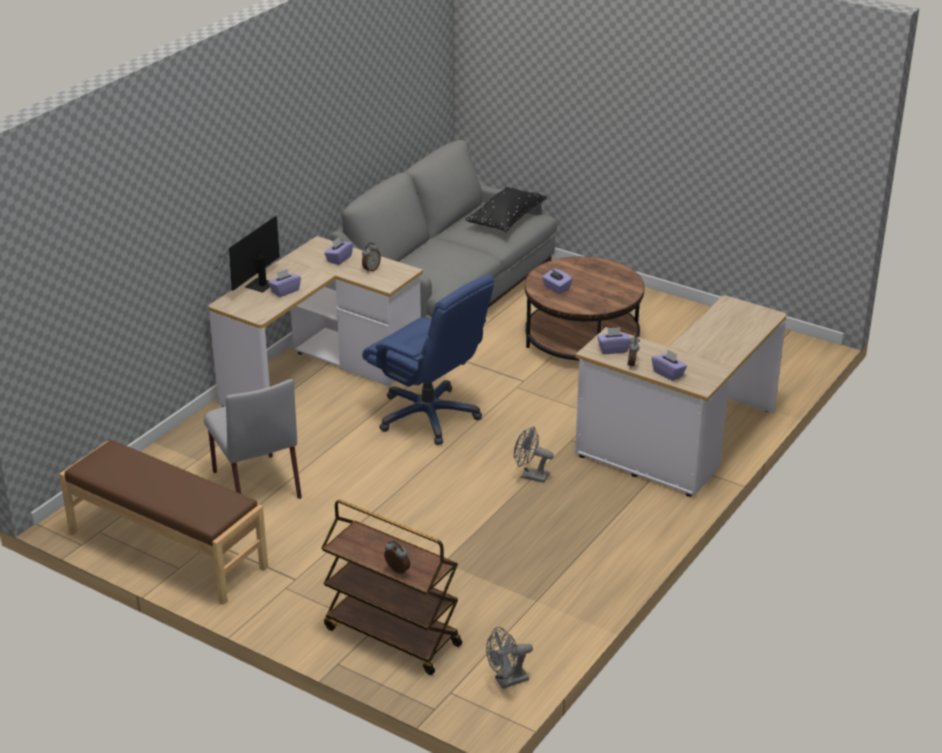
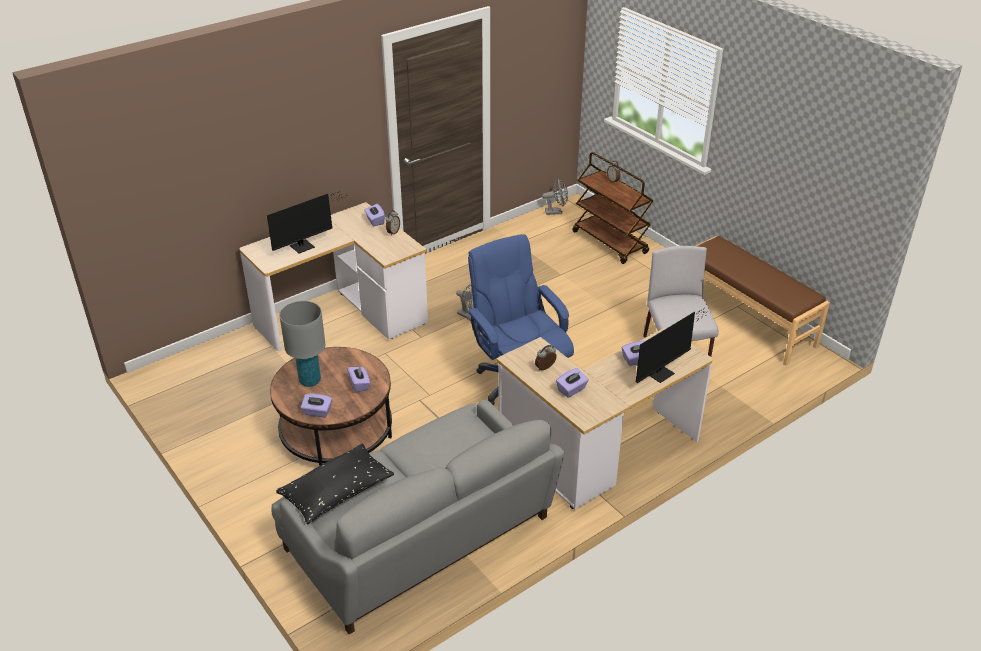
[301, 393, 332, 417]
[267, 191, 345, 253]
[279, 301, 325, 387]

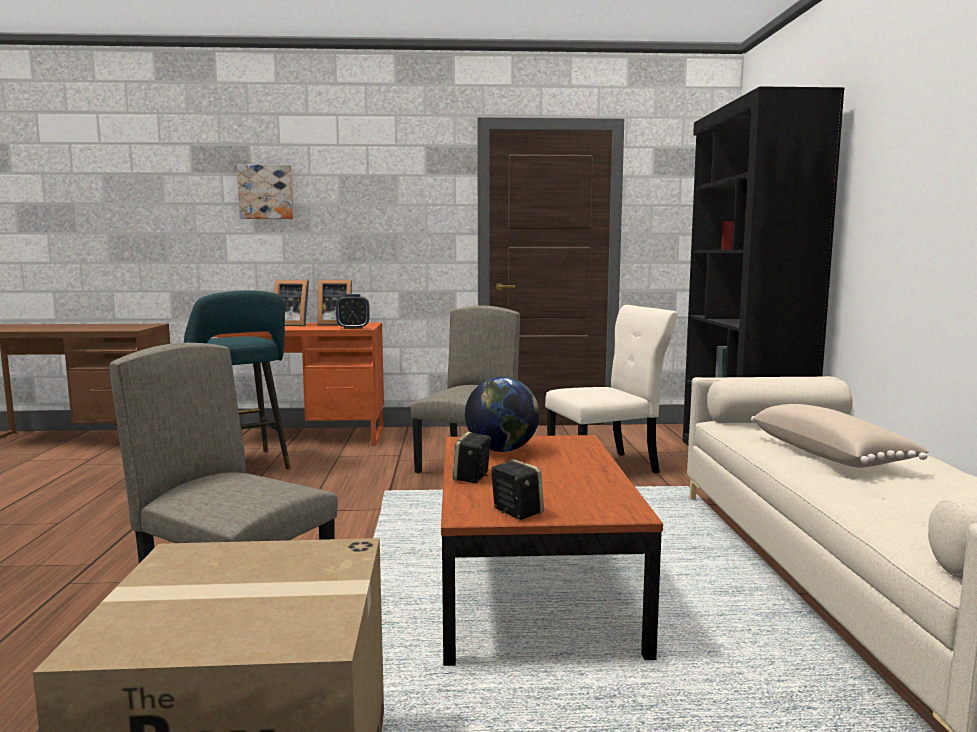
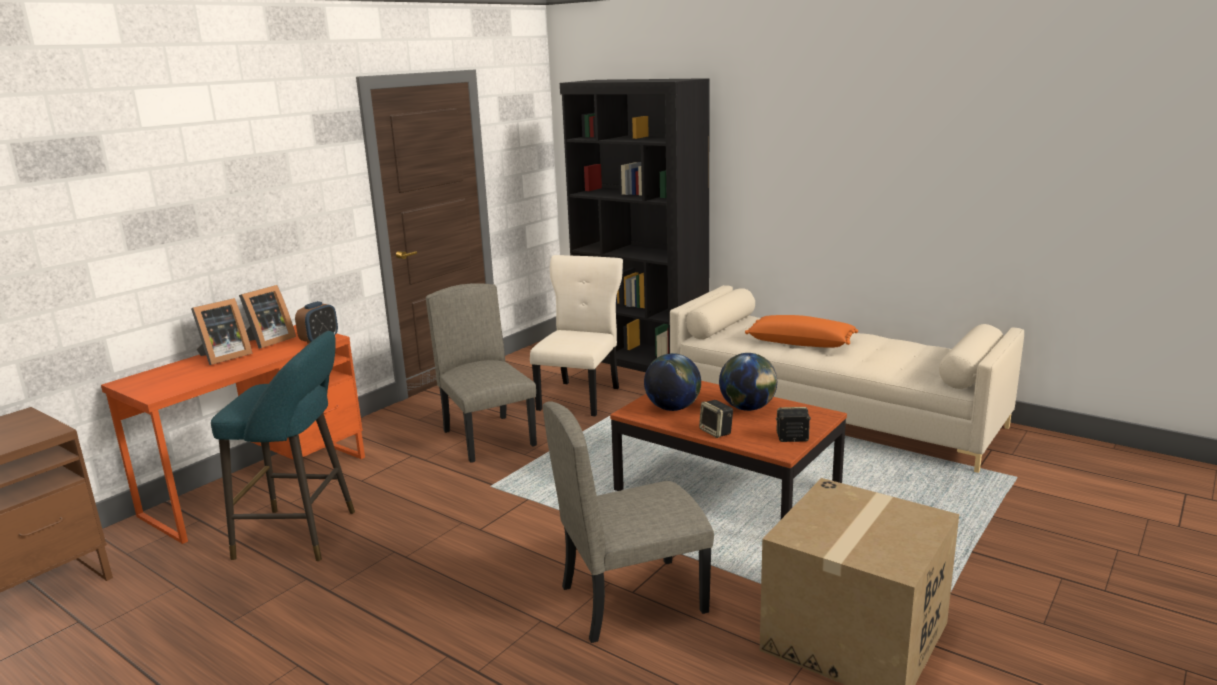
[237, 165, 294, 219] (first image)
[745, 315, 858, 348]
[719, 353, 777, 411]

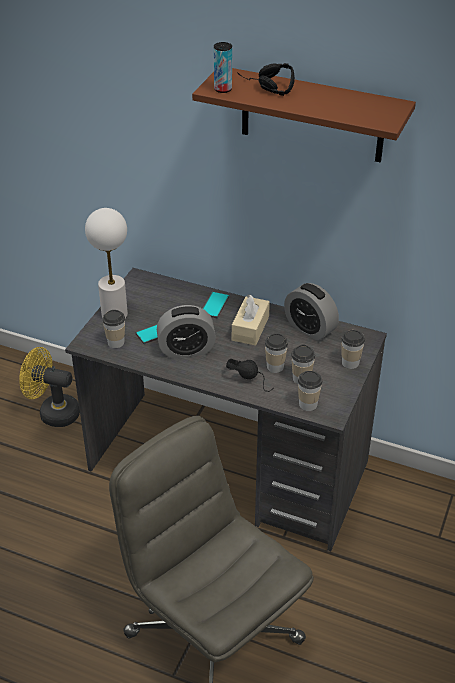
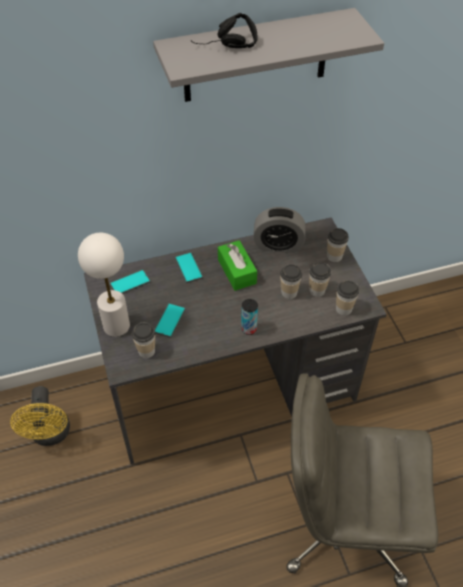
[241, 299, 258, 335]
[153, 8, 384, 102]
[218, 240, 257, 291]
[157, 305, 216, 358] (first image)
[10, 386, 70, 446]
[226, 359, 274, 392] (first image)
[109, 270, 150, 294]

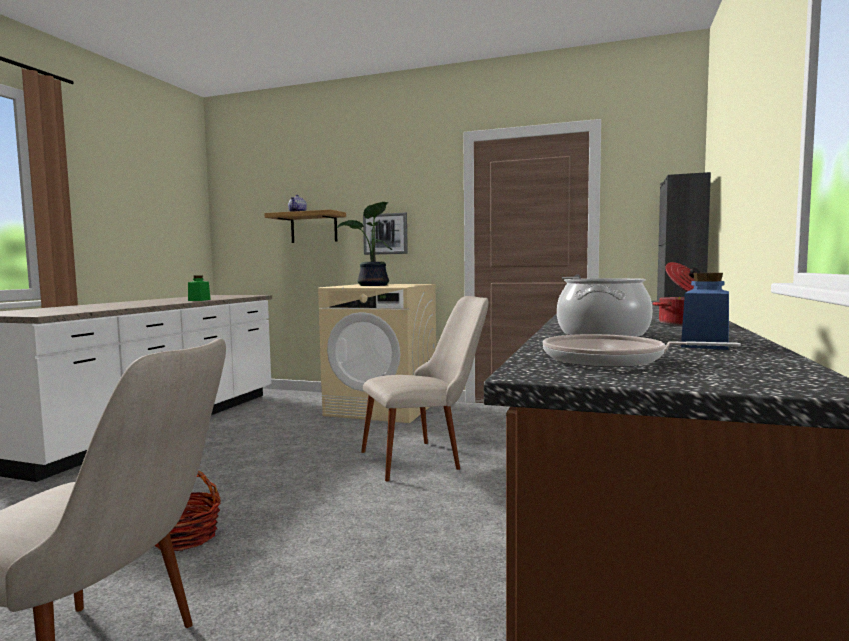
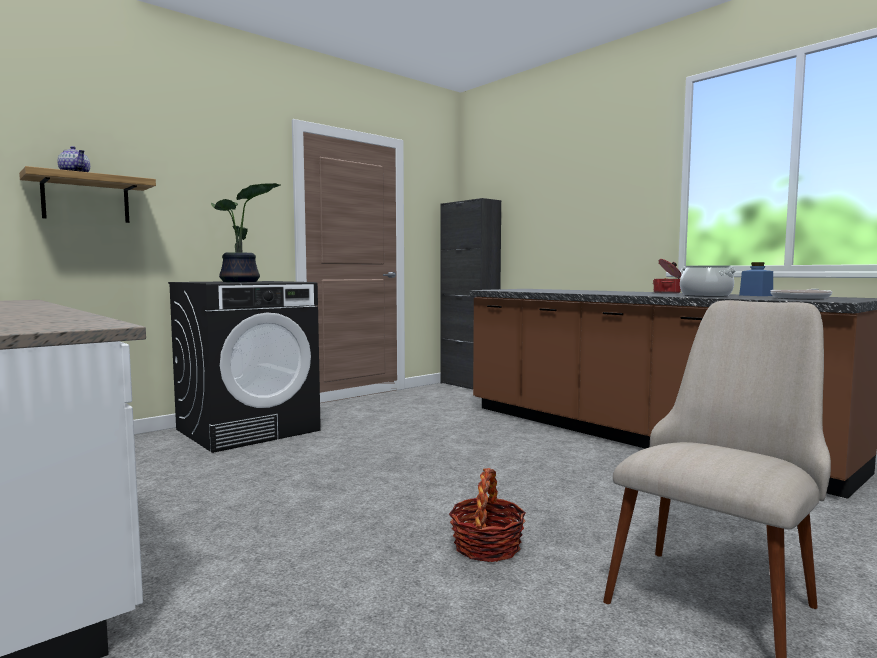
[363, 213, 408, 255] (first image)
[188, 275, 211, 301] (first image)
[168, 281, 321, 453]
[361, 296, 489, 481] (first image)

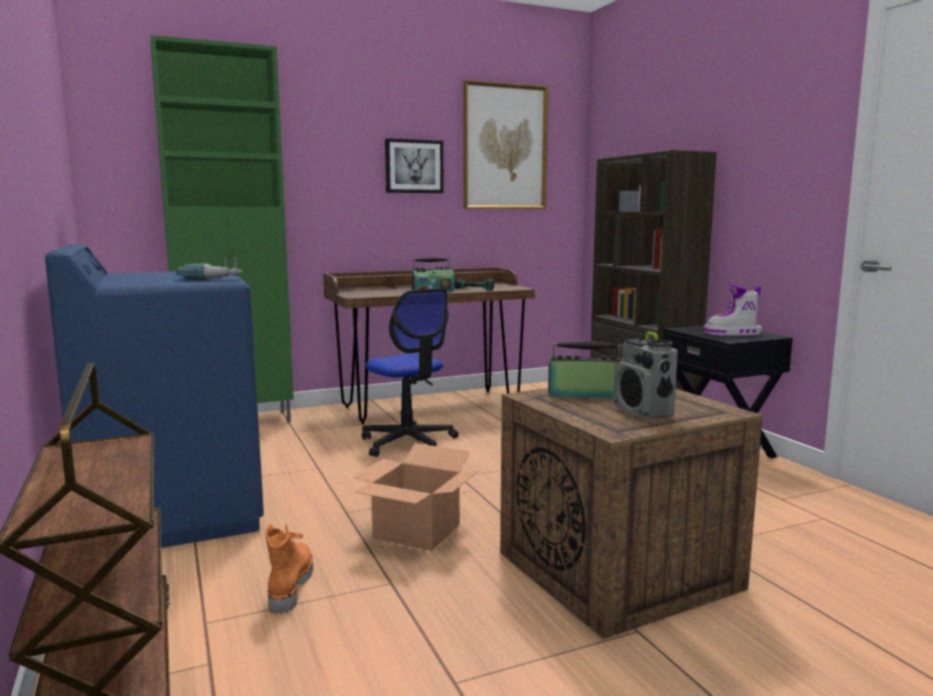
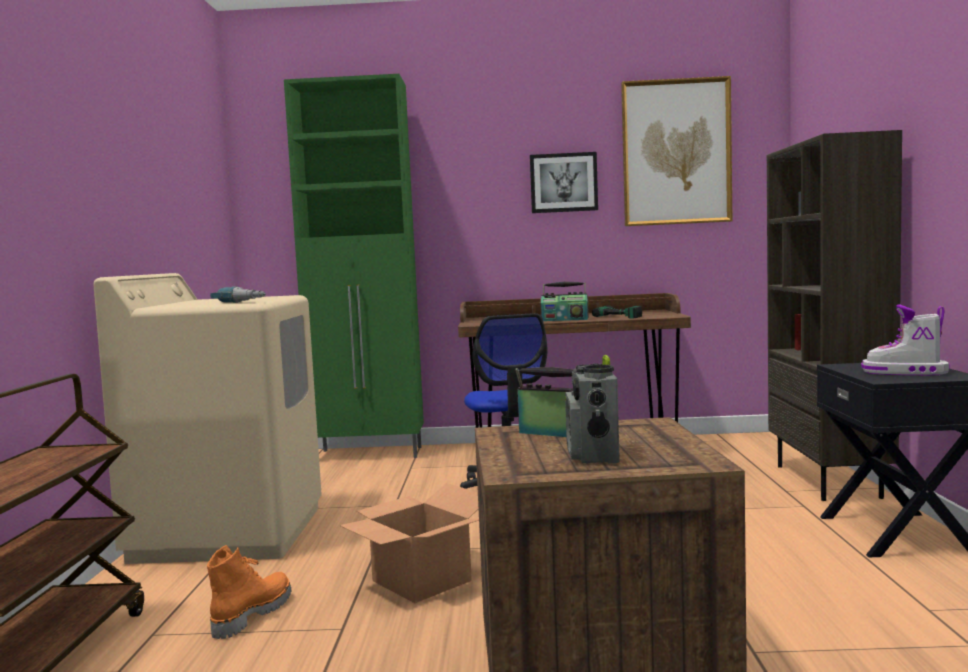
[93, 273, 322, 564]

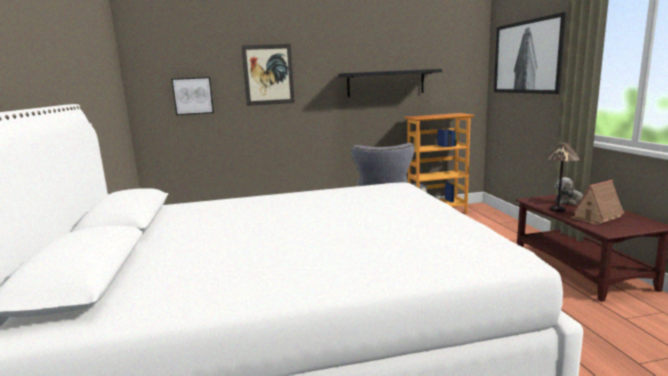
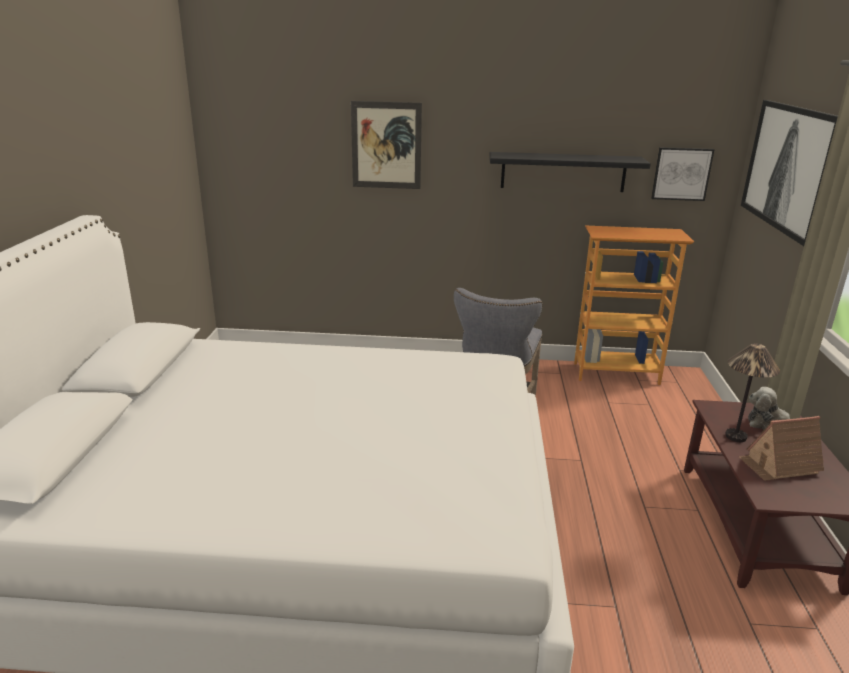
[651, 147, 714, 201]

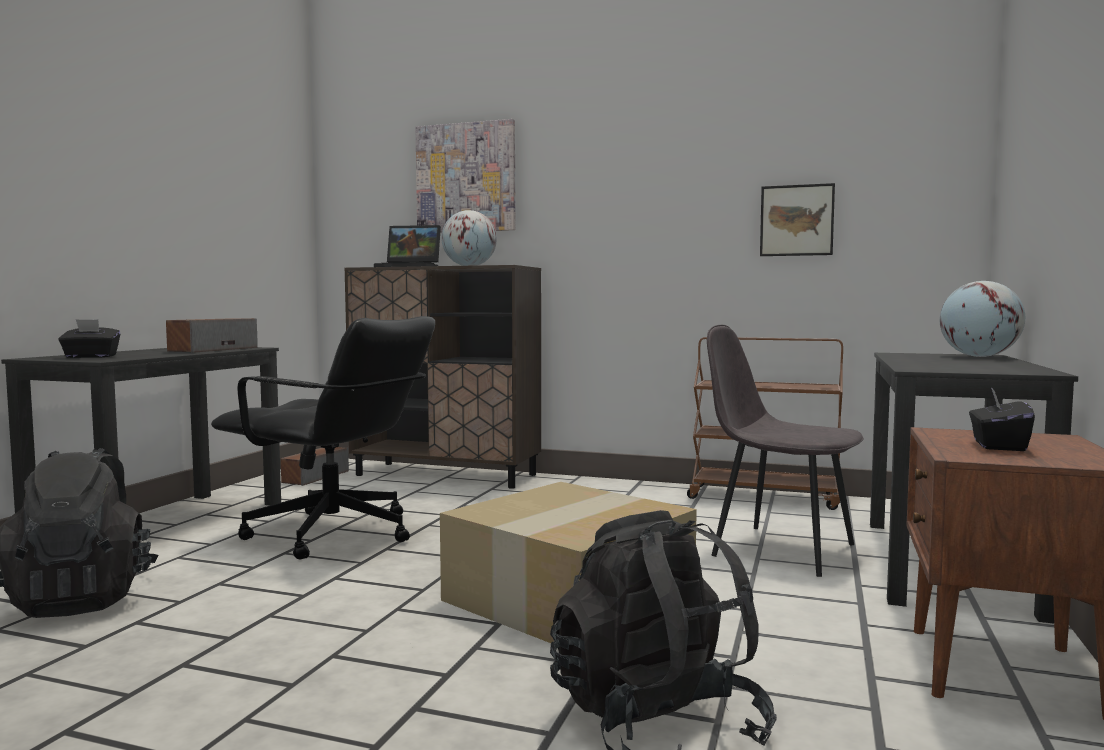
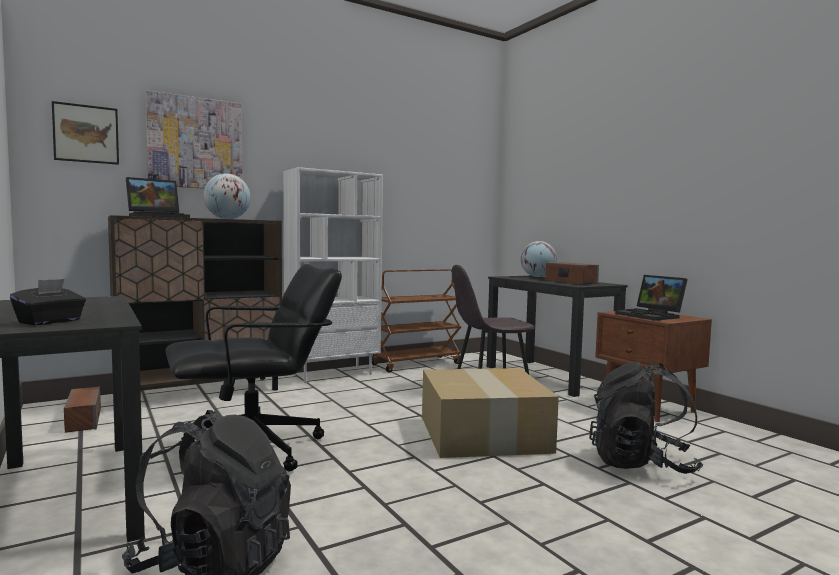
[52, 101, 119, 165]
[545, 262, 599, 284]
[615, 275, 688, 321]
[283, 167, 383, 383]

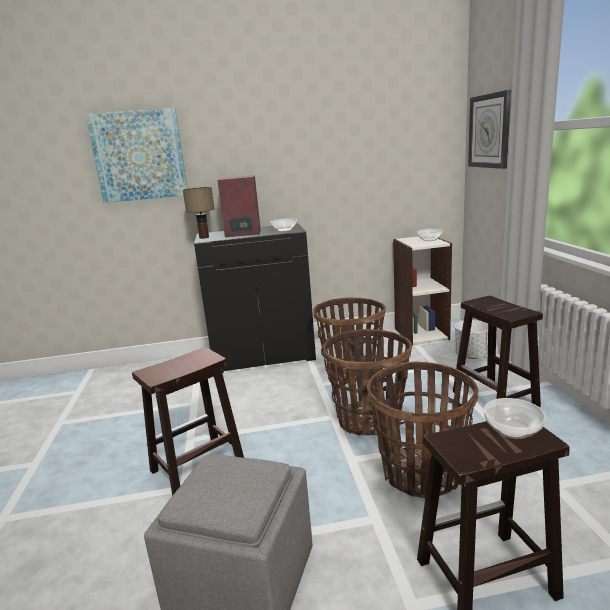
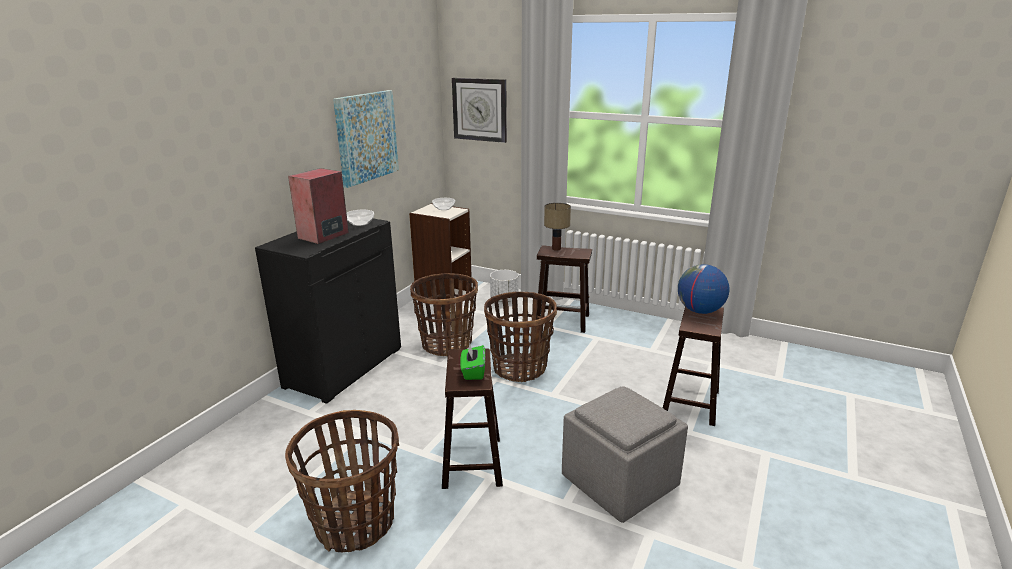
[333, 90, 399, 188]
[544, 203, 571, 251]
[285, 410, 399, 552]
[678, 264, 730, 314]
[460, 343, 485, 380]

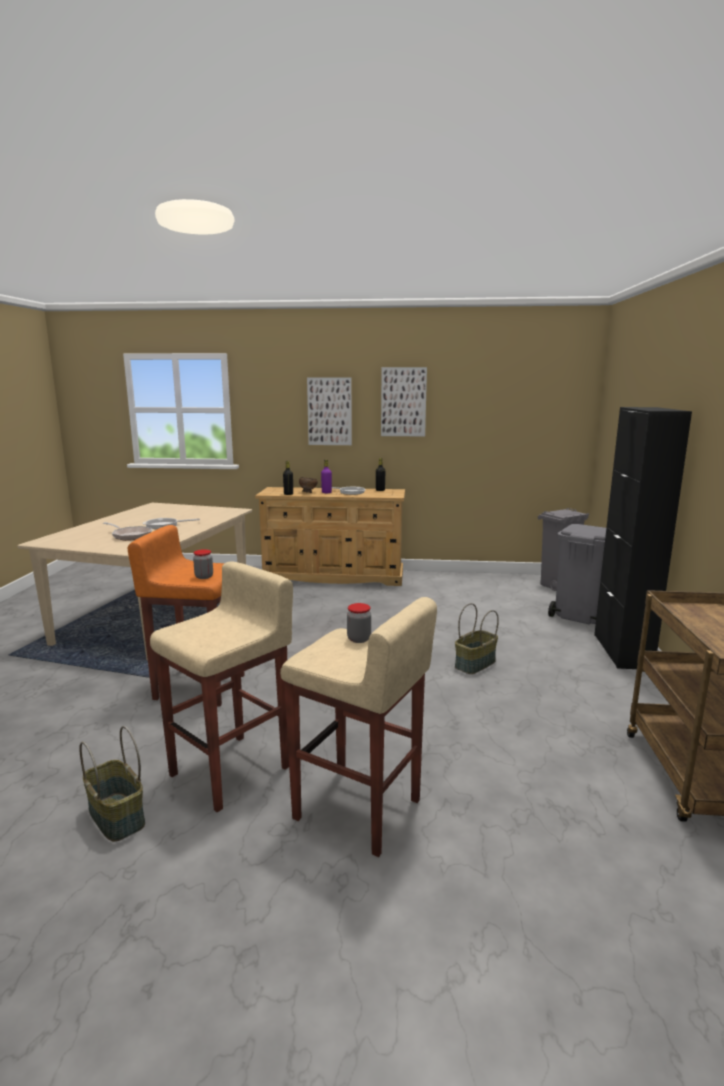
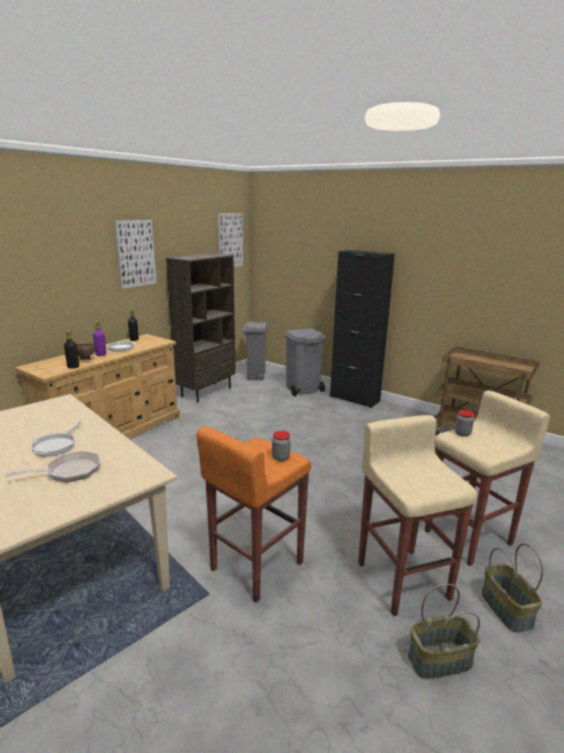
[217, 213, 243, 267]
[481, 543, 543, 633]
[166, 253, 236, 403]

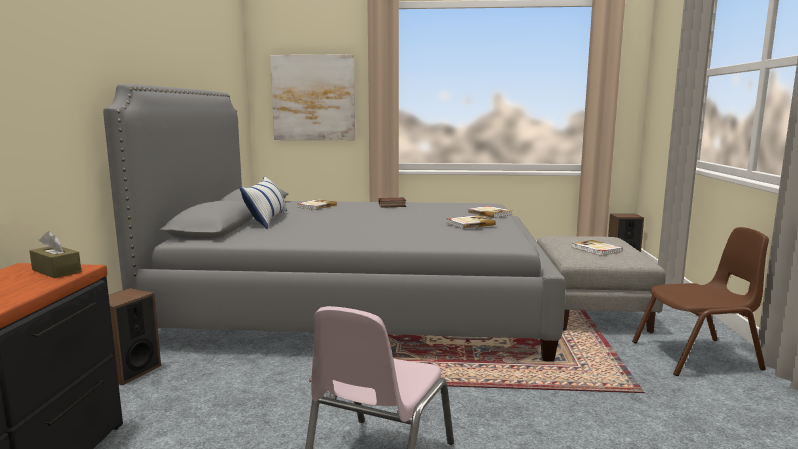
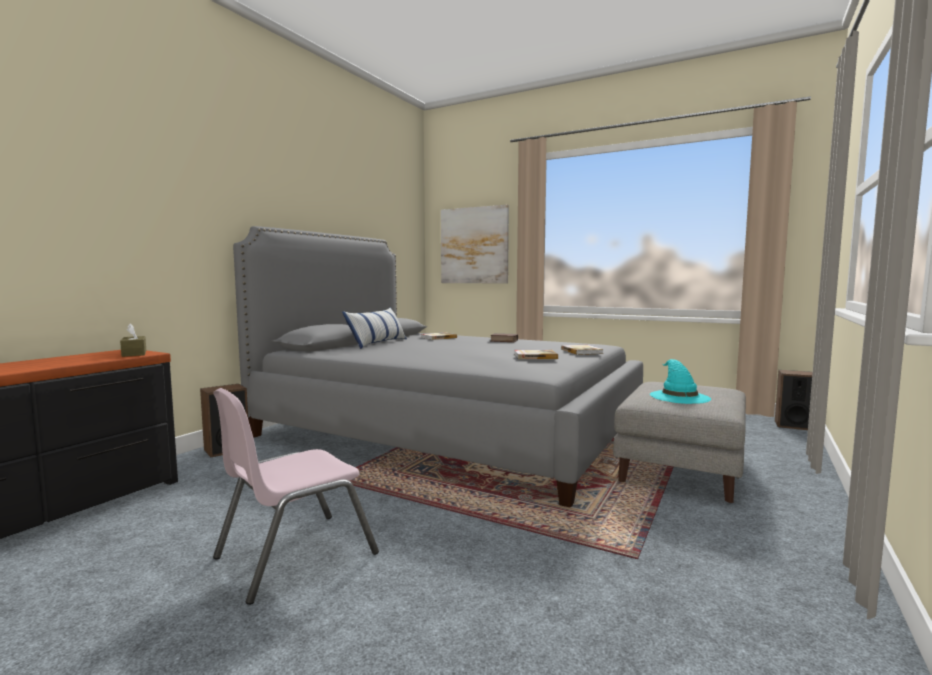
[632, 227, 769, 376] (first image)
[650, 359, 711, 404]

